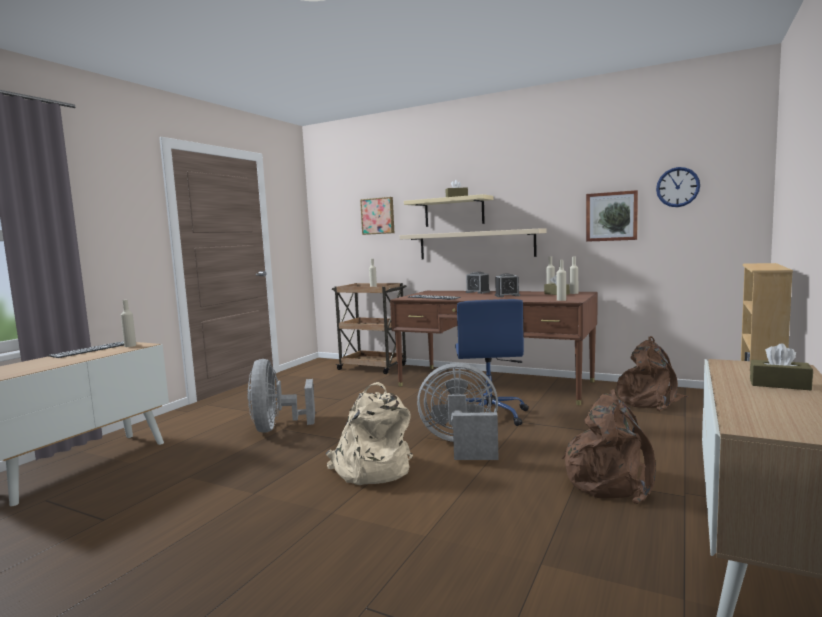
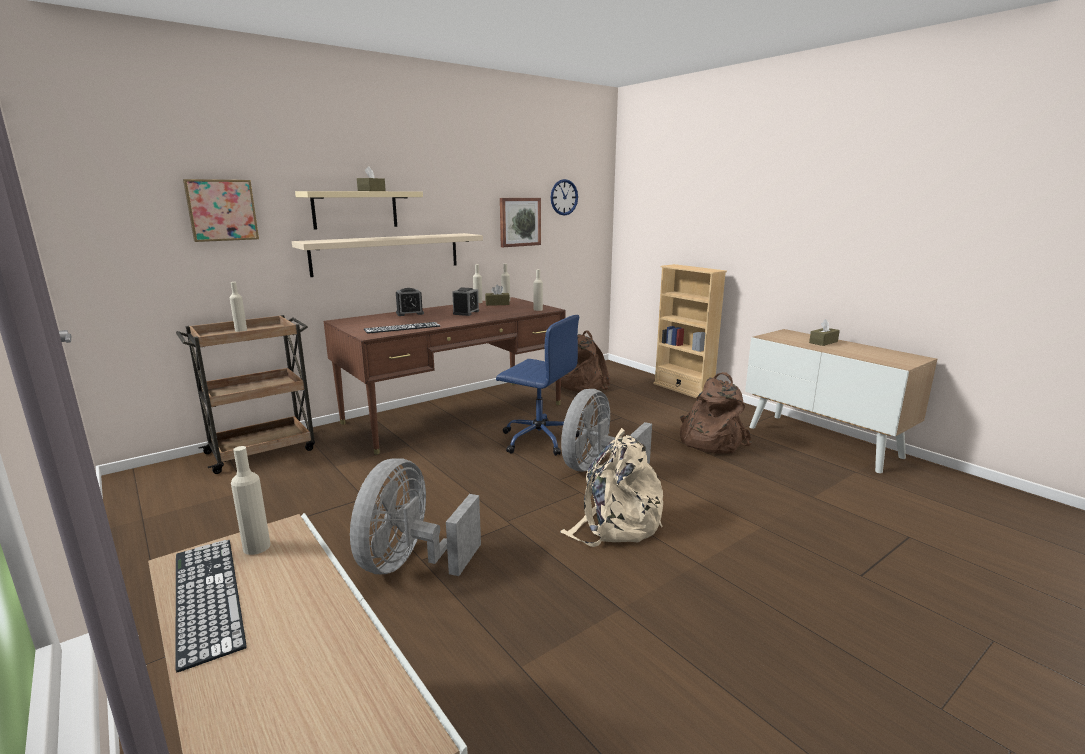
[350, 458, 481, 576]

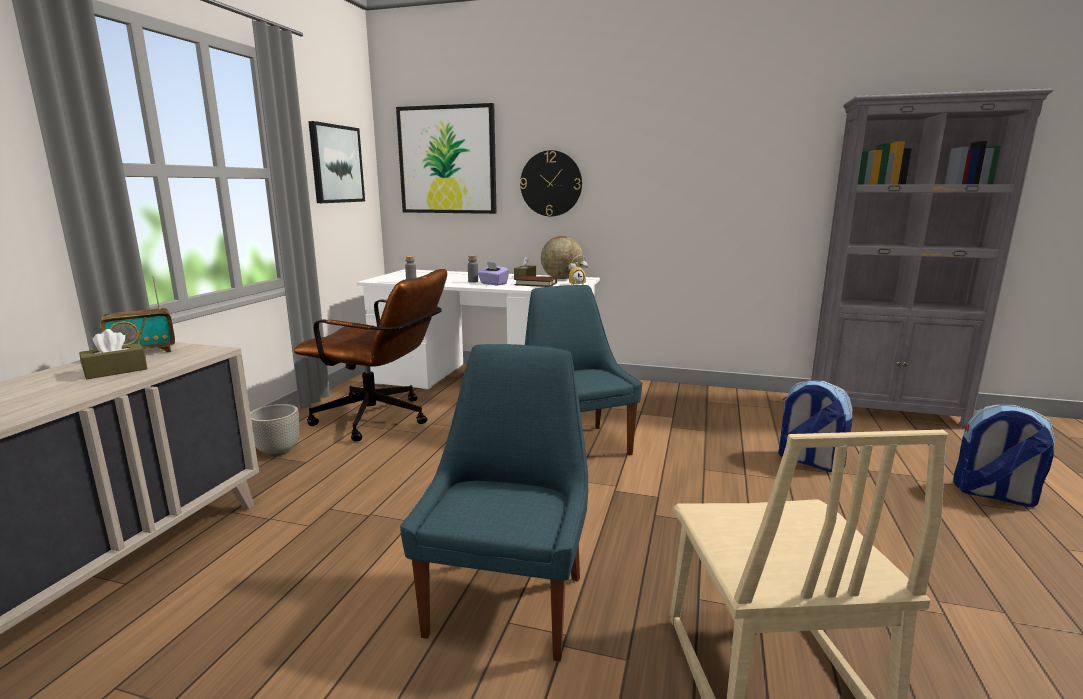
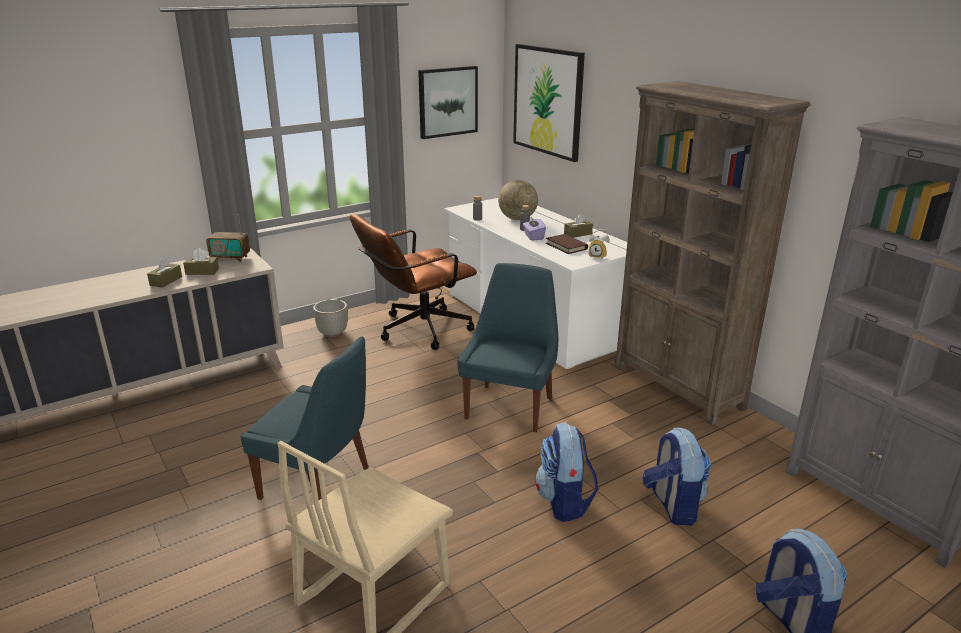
[520, 150, 582, 216] (first image)
[498, 180, 538, 220]
[350, 214, 477, 350]
[240, 336, 368, 500]
[614, 81, 810, 425]
[147, 257, 182, 288]
[535, 422, 599, 522]

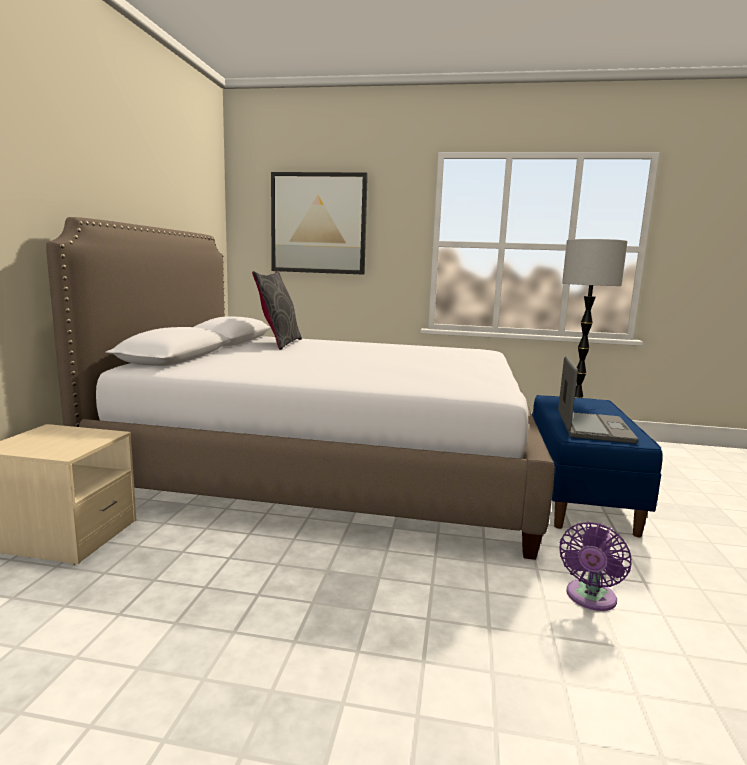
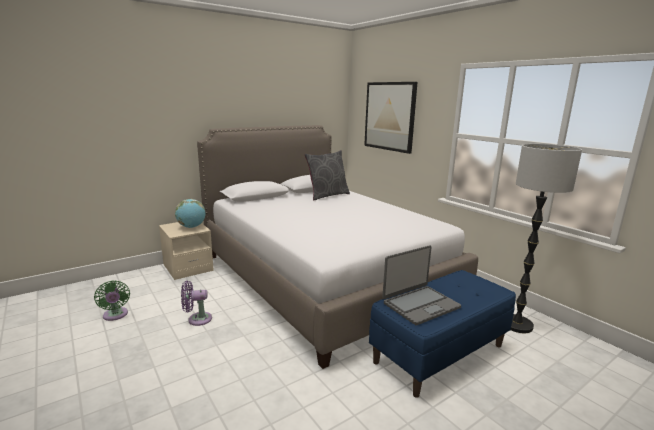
[181, 281, 212, 326]
[175, 199, 206, 228]
[94, 280, 130, 321]

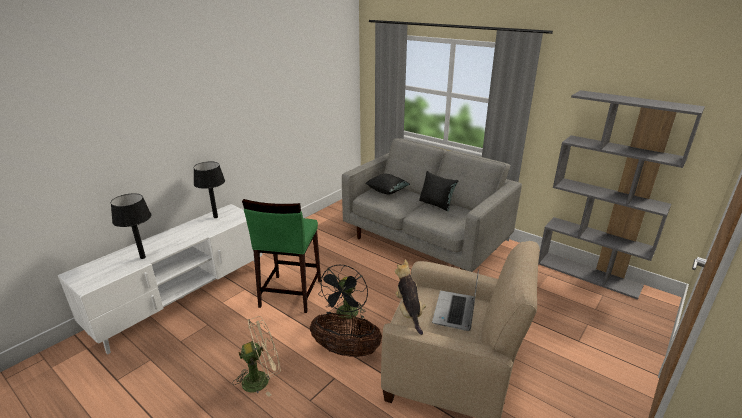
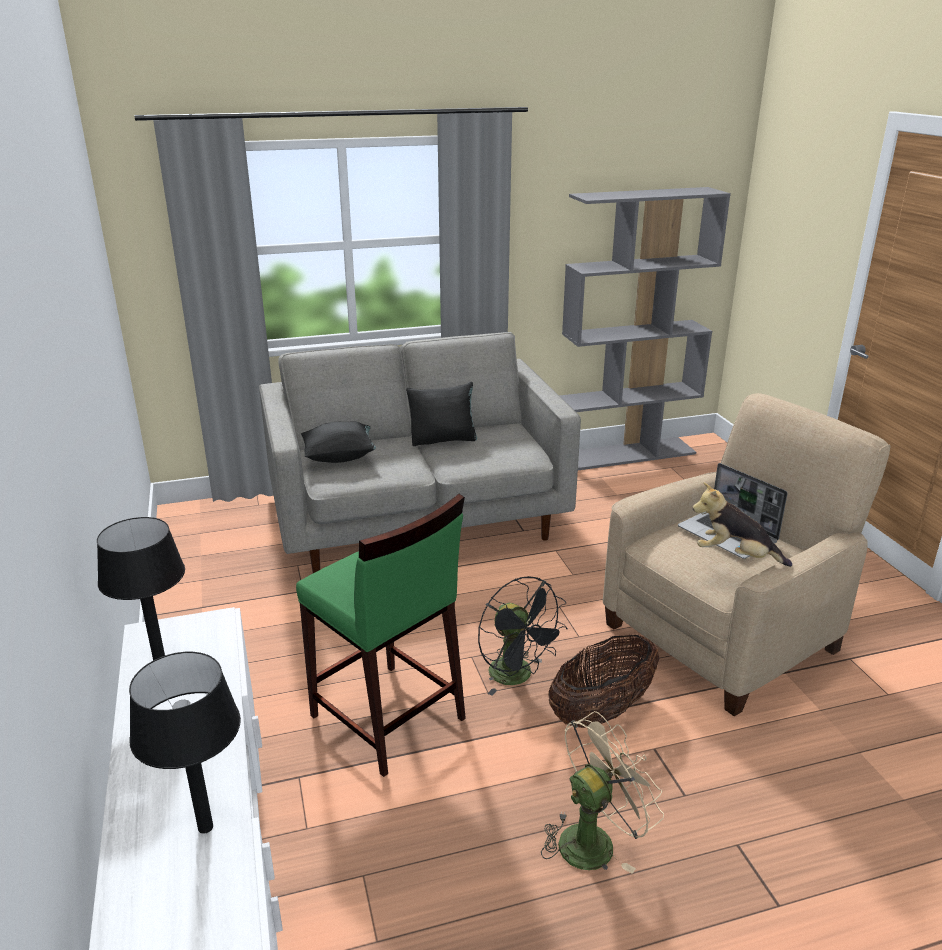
[541, 711, 664, 874]

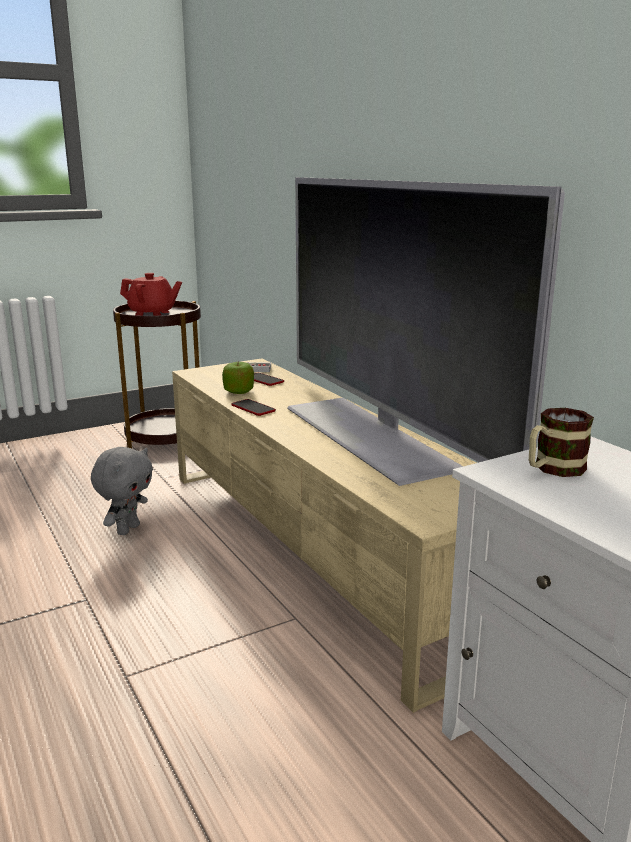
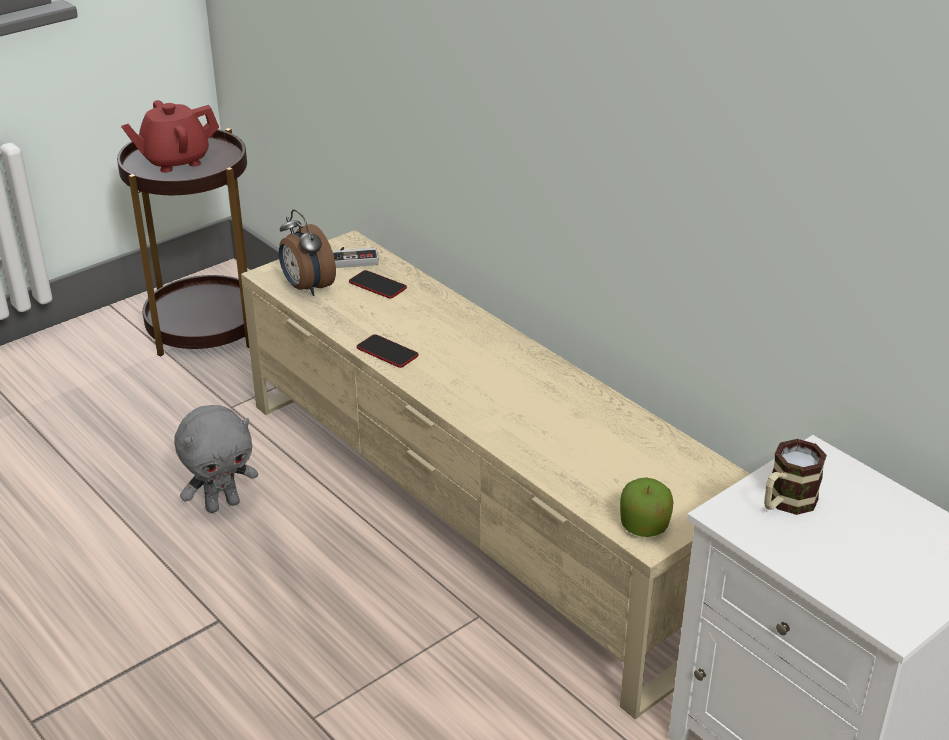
[287, 177, 565, 486] (first image)
[121, 100, 219, 173]
[620, 477, 673, 537]
[174, 405, 258, 513]
[279, 209, 336, 296]

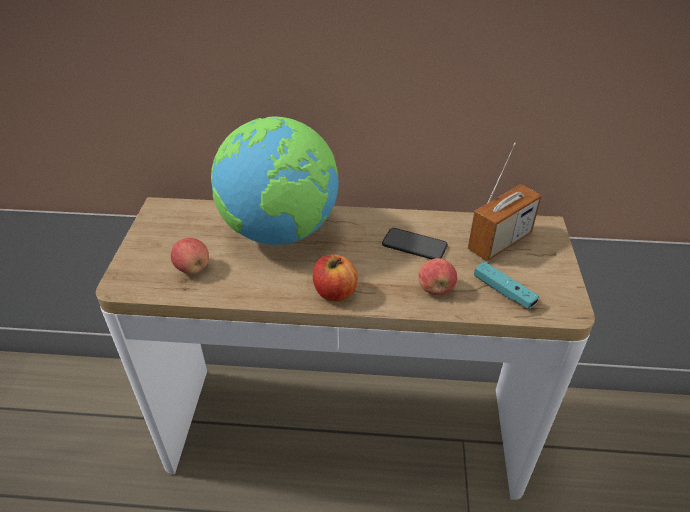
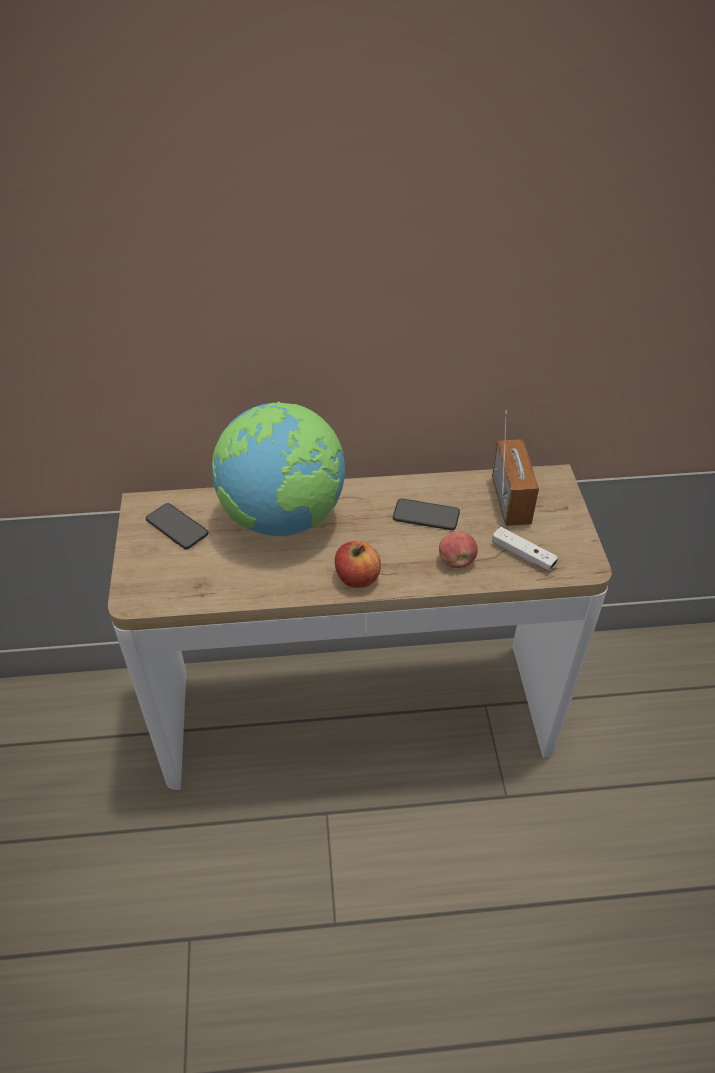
[492, 411, 539, 526]
[171, 238, 209, 274] (first image)
[492, 527, 558, 571]
[146, 503, 209, 549]

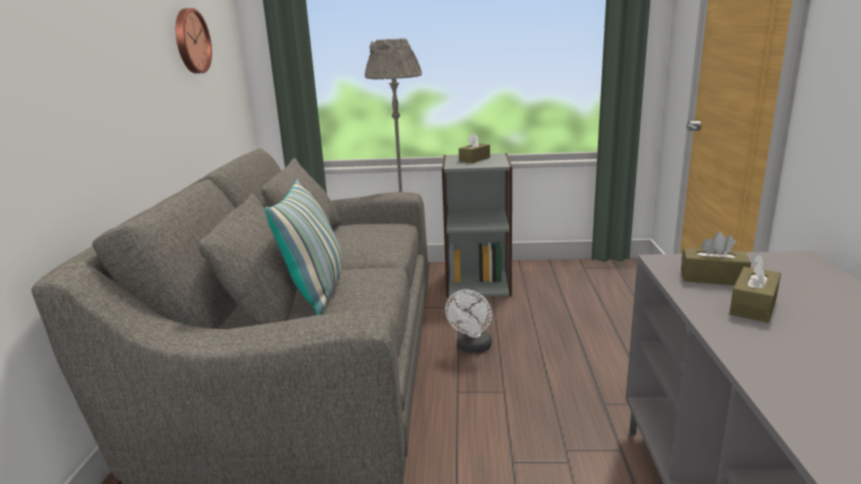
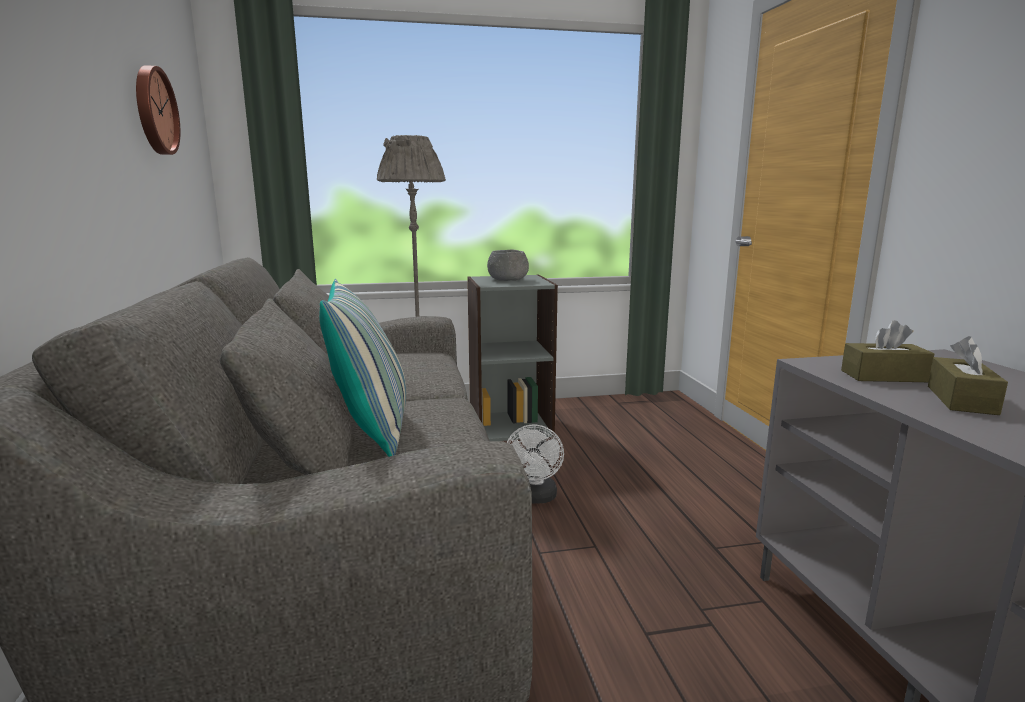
[487, 250, 529, 281]

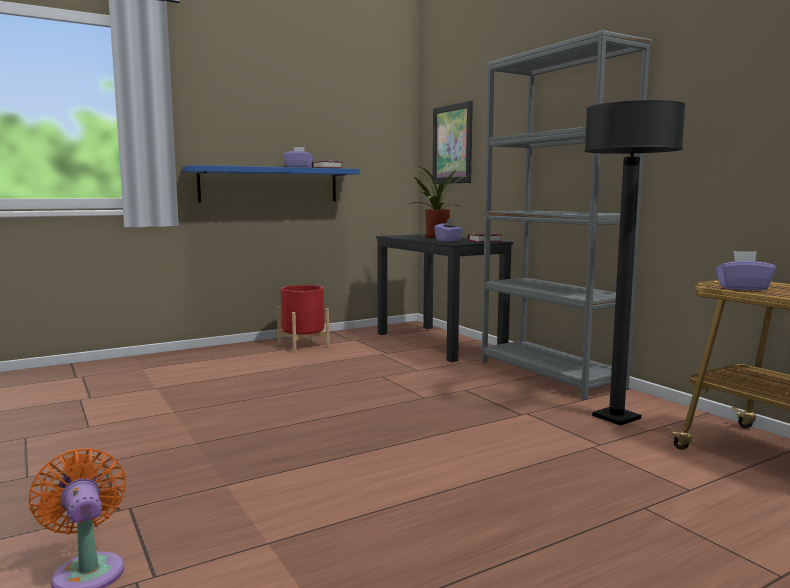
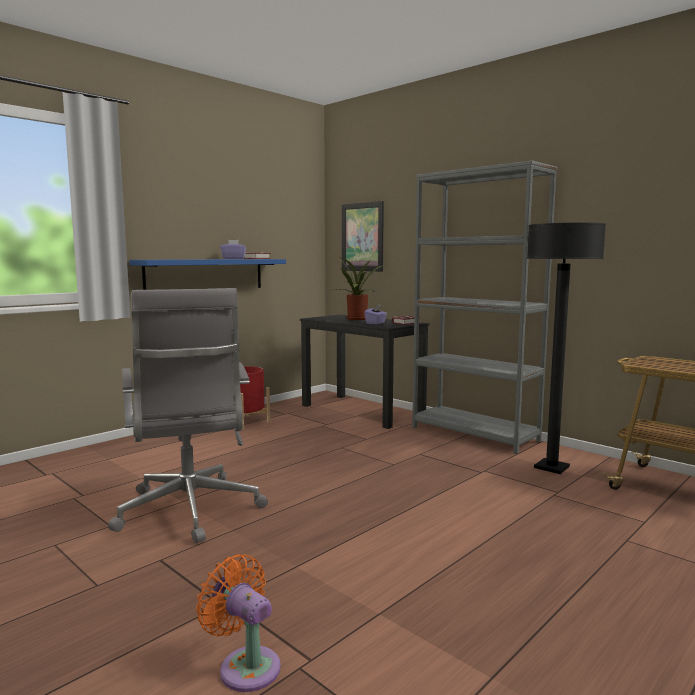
[716, 251, 776, 290] (first image)
[108, 288, 268, 543]

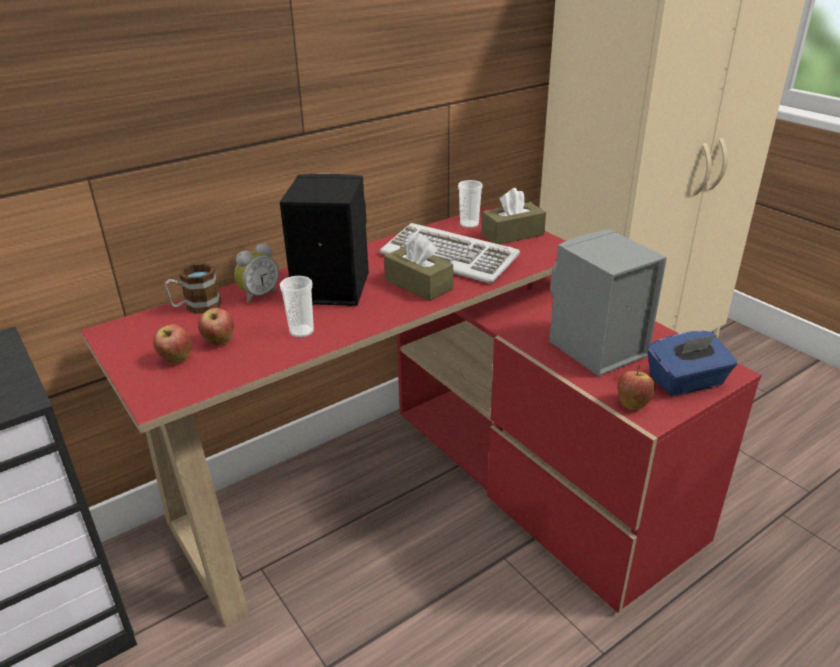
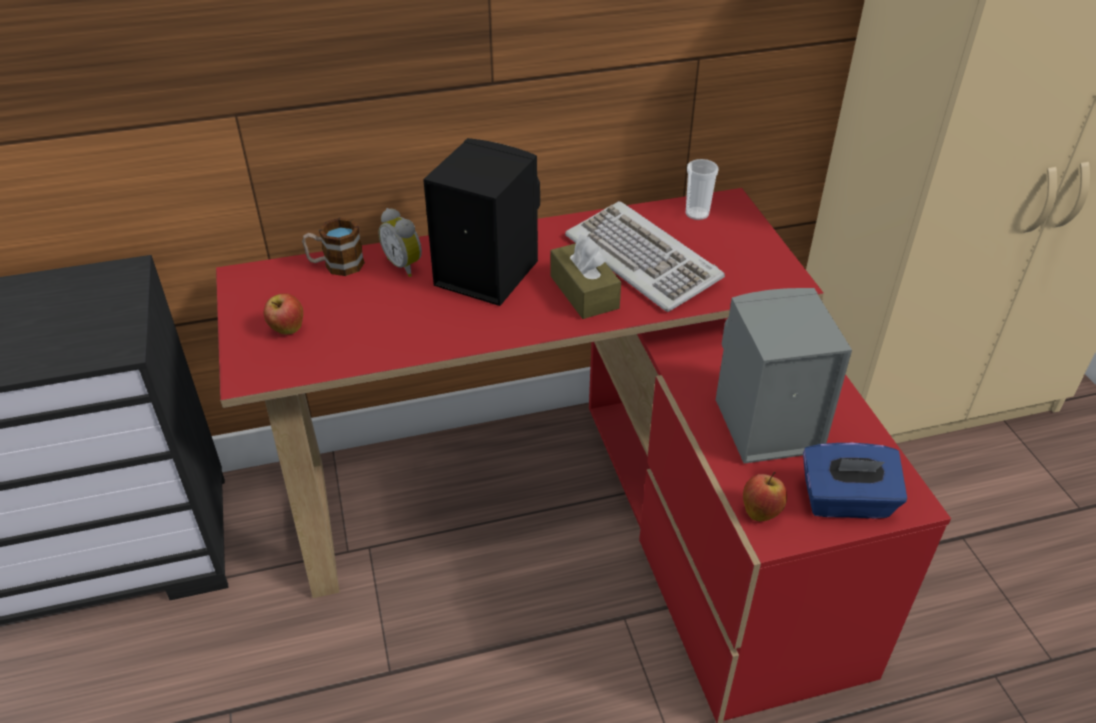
[481, 188, 546, 244] (first image)
[378, 208, 422, 277]
[280, 276, 314, 338] (first image)
[198, 308, 234, 345] (first image)

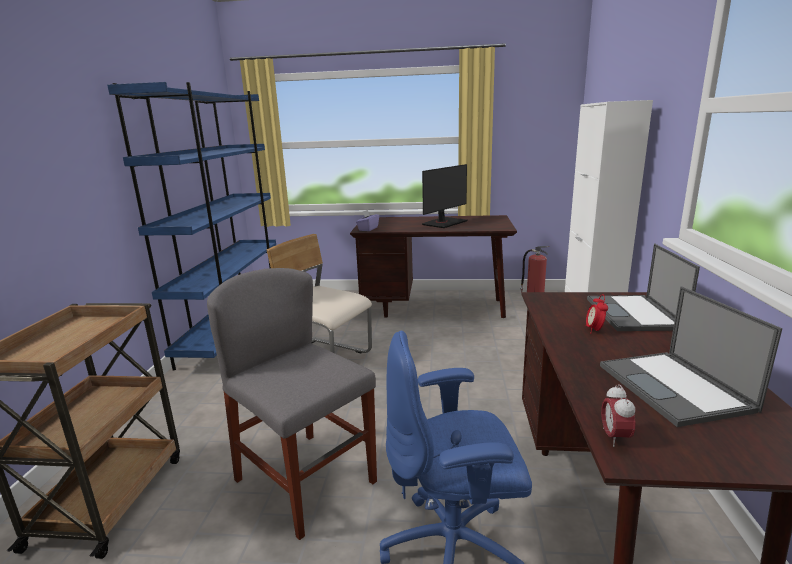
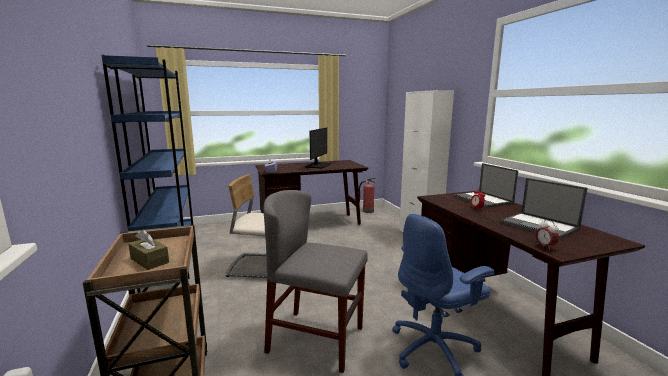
[128, 229, 169, 270]

